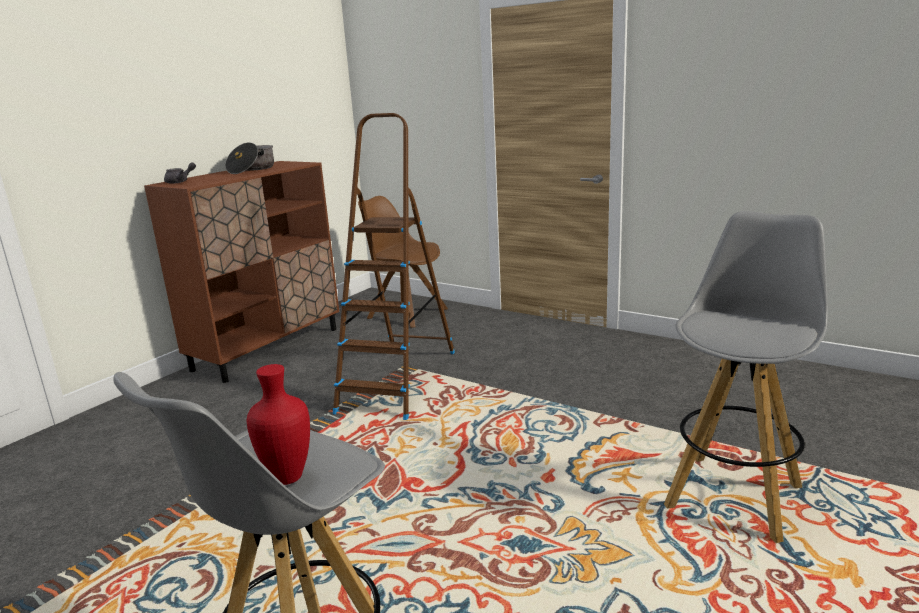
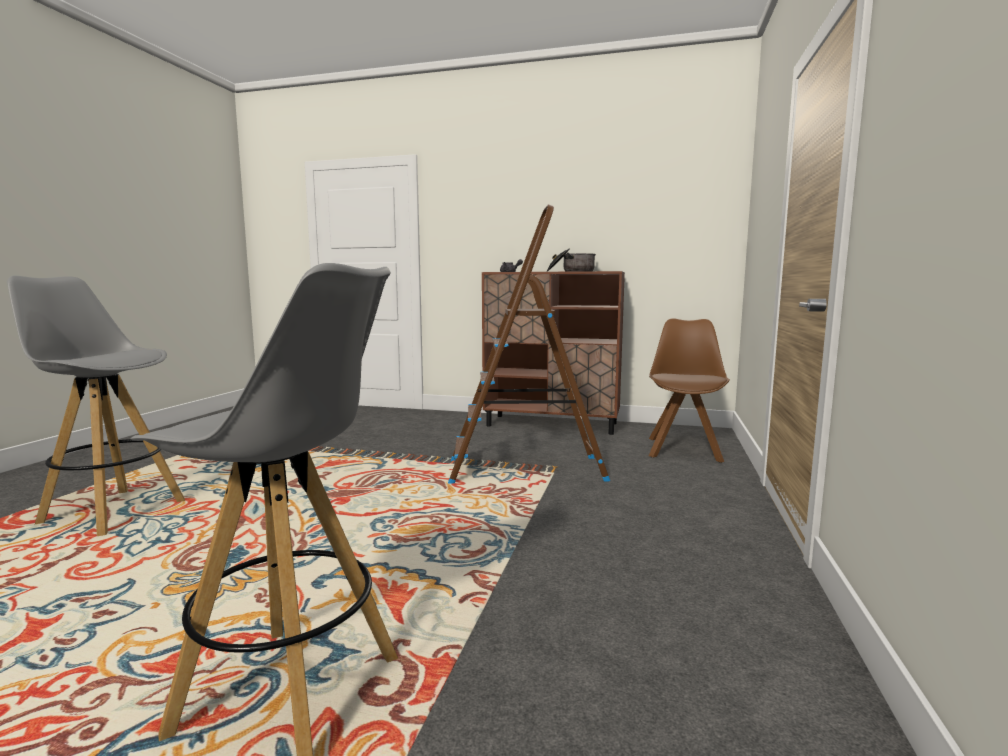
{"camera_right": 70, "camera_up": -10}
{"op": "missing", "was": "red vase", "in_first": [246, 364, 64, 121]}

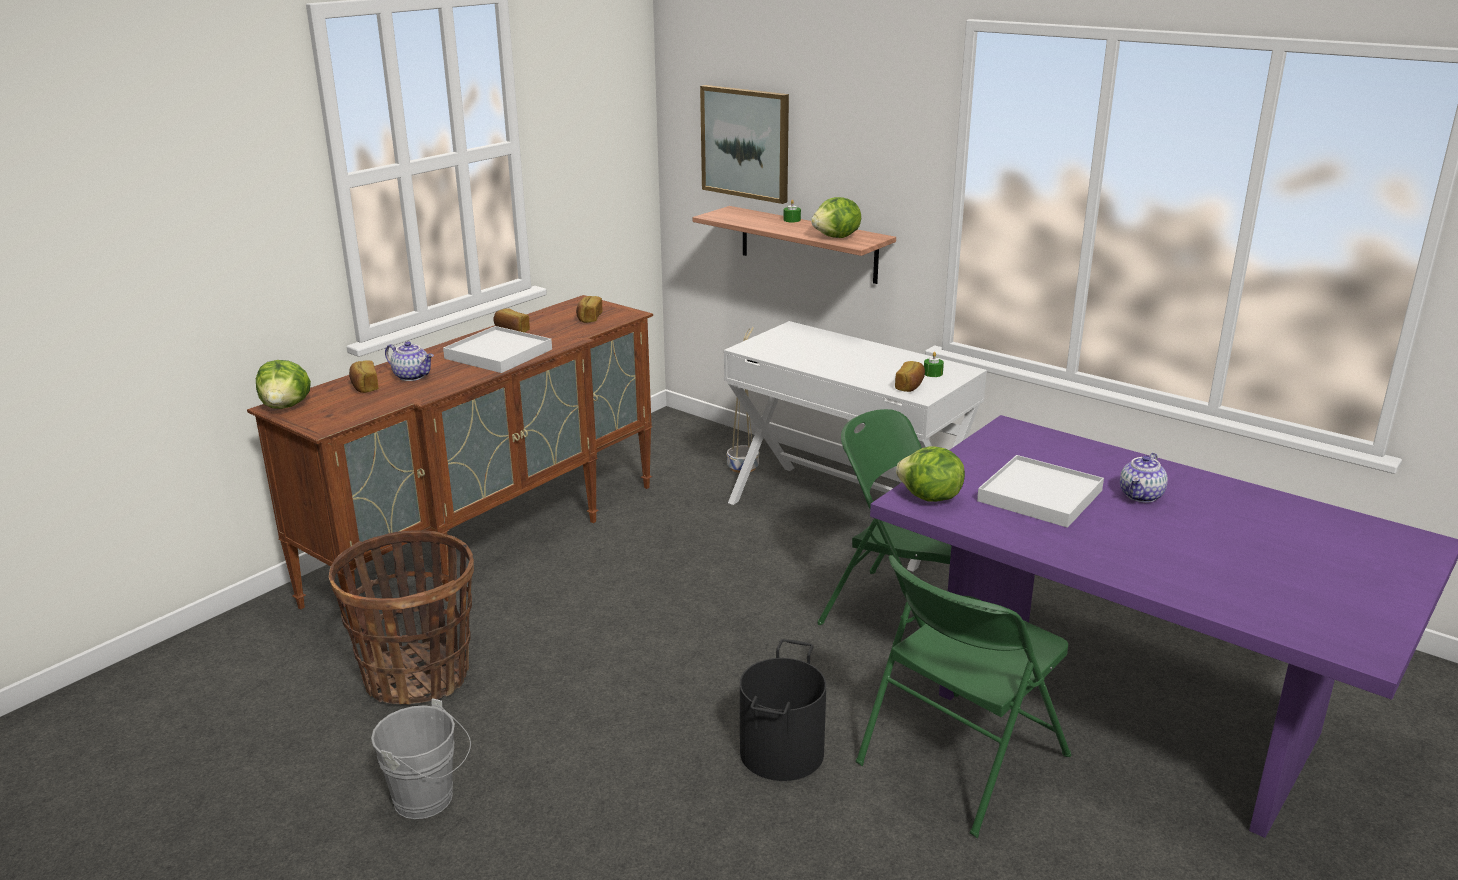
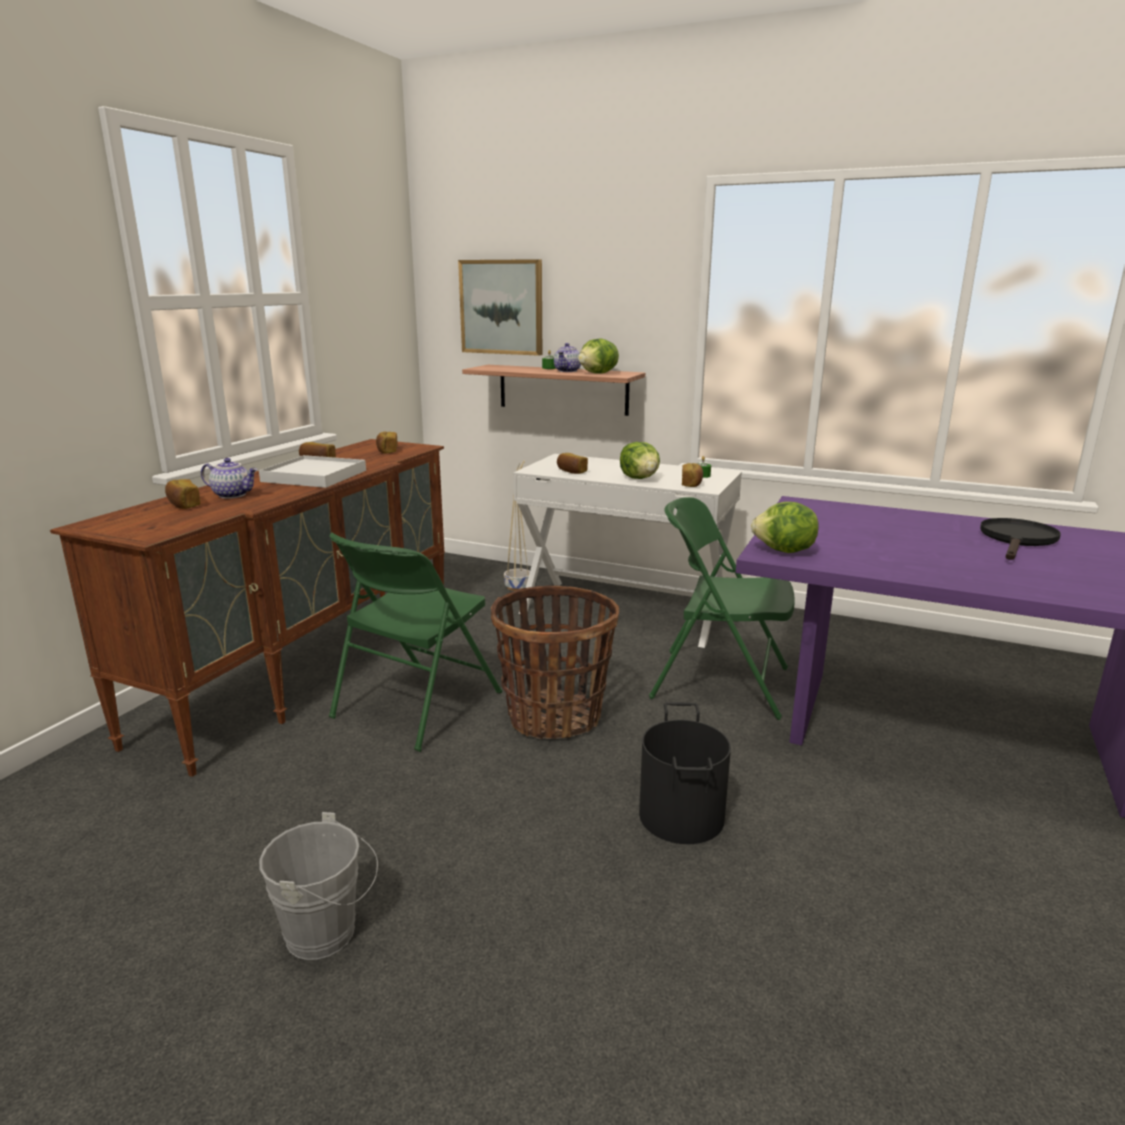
{"camera_right": -15, "camera_up": -5}
{"op": "relocated", "was": "lettuce", "in_first": [256, 360, 55, 49], "in_second": [620, 442, 40, 37]}
{"op": "relocated", "was": "teapot", "in_first": [1120, 453, 48, 50], "in_second": [554, 343, 27, 29]}
{"op": "missing", "was": "white tray", "in_first": [977, 455, 127, 73]}
{"op": "relocated", "was": "basket", "in_first": [329, 530, 145, 175], "in_second": [491, 586, 128, 153]}
{"op": "relocated", "was": "green chair", "in_first": [855, 555, 216, 283], "in_second": [329, 532, 173, 220]}
{"op": "appeared", "now": "bread", "in_second": [557, 453, 31, 21]}
{"op": "appeared", "now": "black frying pan", "in_second": [980, 518, 81, 42]}

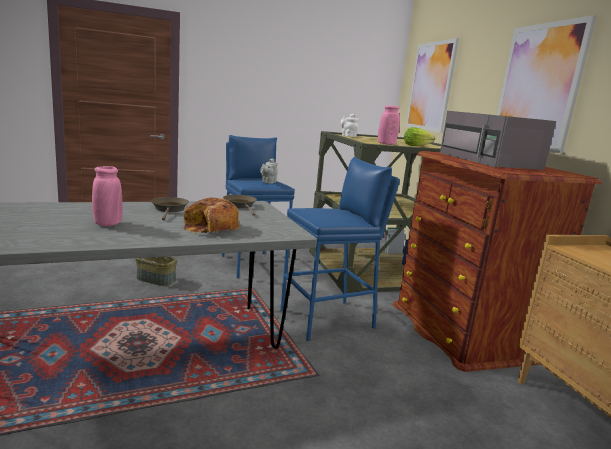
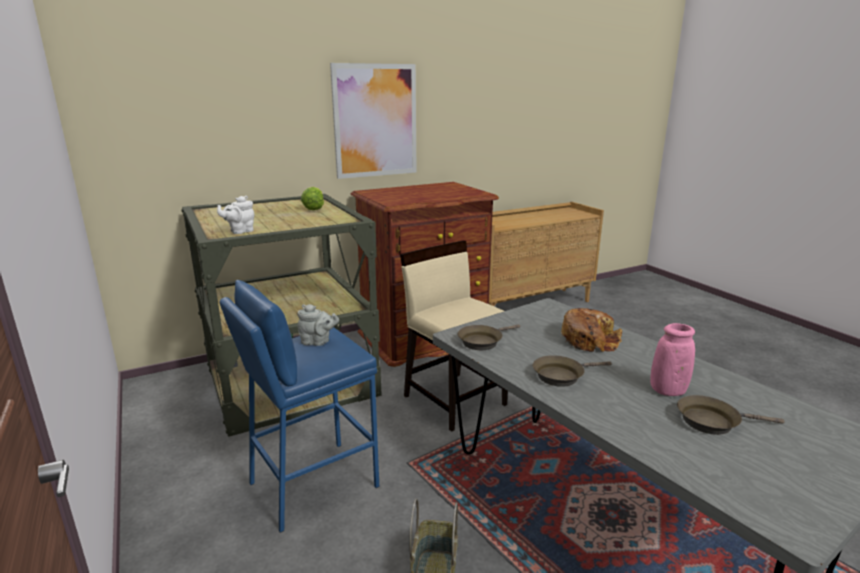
{"camera_right": -100, "camera_up": 5}
{"op": "missing", "was": "picture", "in_first": [406, 38, 53, 95]}
{"op": "missing", "was": "pink vase", "in_first": [378, 105, 22, 40]}
{"op": "missing", "was": "grey microwave", "in_first": [440, 111, 116, 59]}
{"op": "exchanged", "was": "blue stool", "now": "beige chair", "in_first": [280, 157, 120, 184], "in_second": [400, 241, 108, 191]}
{"op": "appeared", "now": "brown frying pan", "in_second": [677, 395, 108, 40]}

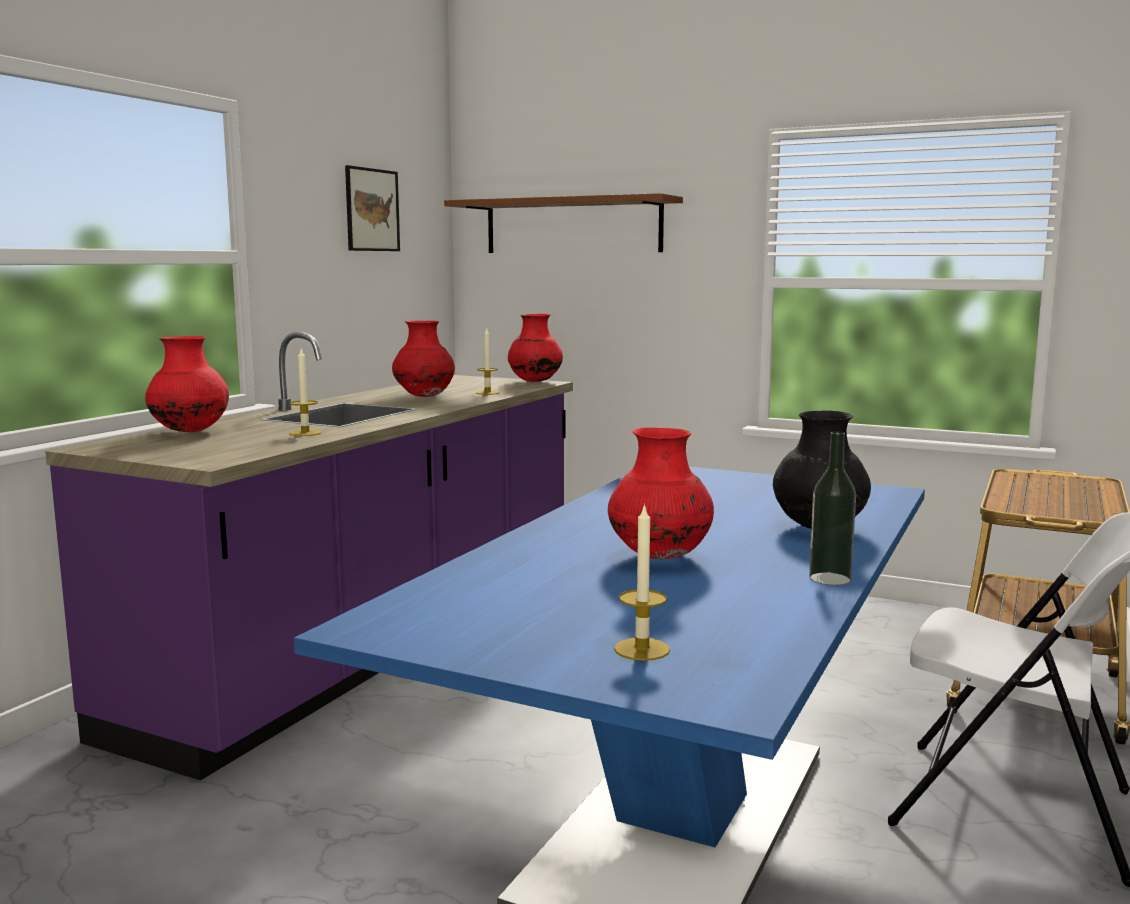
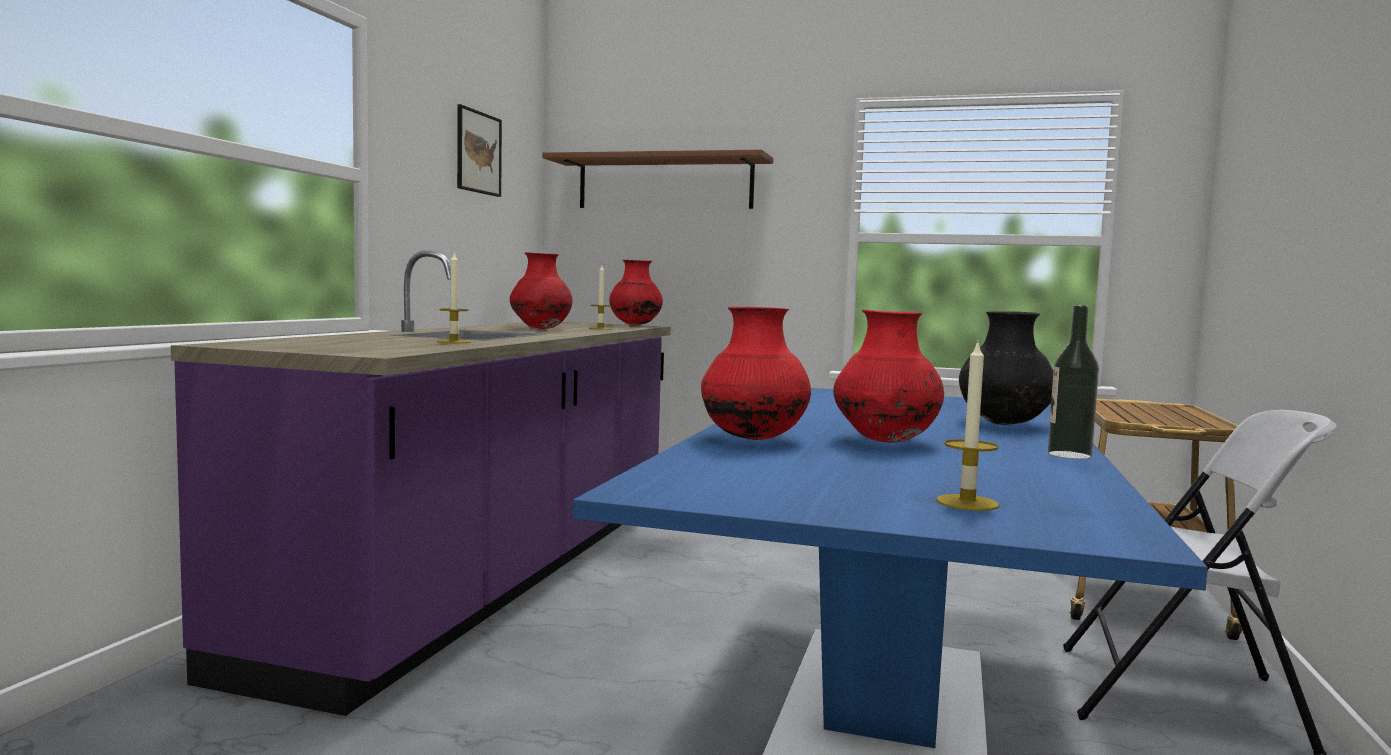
{"camera_right": -10, "camera_up": -5}
{"op": "relocated", "was": "red vase", "in_first": [145, 336, 84, 96], "in_second": [701, 307, 110, 133]}

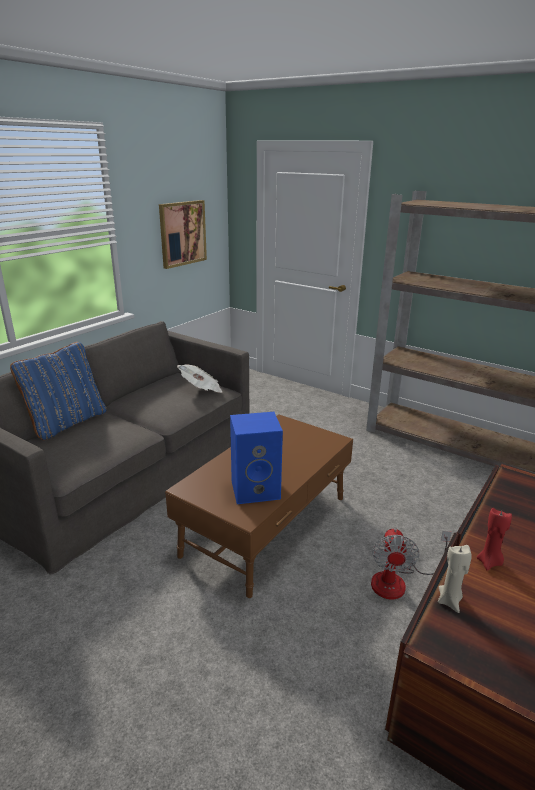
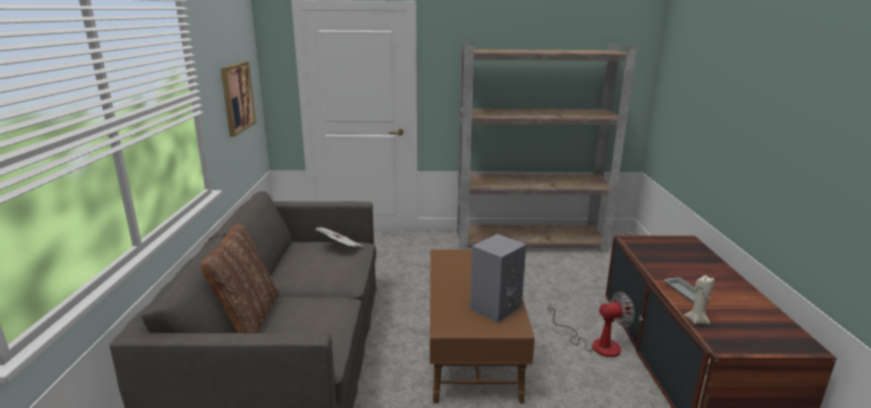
{"camera_right": -35, "camera_up": -5}
{"op": "colour", "was": "blue pillow", "now": "brown pillow", "in_first": [10, 342, 96, 98], "in_second": [201, 224, 78, 109]}
{"op": "colour", "was": "blue speaker", "now": "grey speaker", "in_first": [230, 412, 53, 92], "in_second": [470, 234, 56, 89]}
{"op": "exchanged", "was": "red candle", "now": "grey tray", "in_first": [477, 508, 35, 63], "in_second": [664, 277, 46, 26]}
{"op": "spun", "was": "fan", "in_first": [371, 528, 81, 72], "in_second": [548, 292, 87, 65], "clockwise": -75}

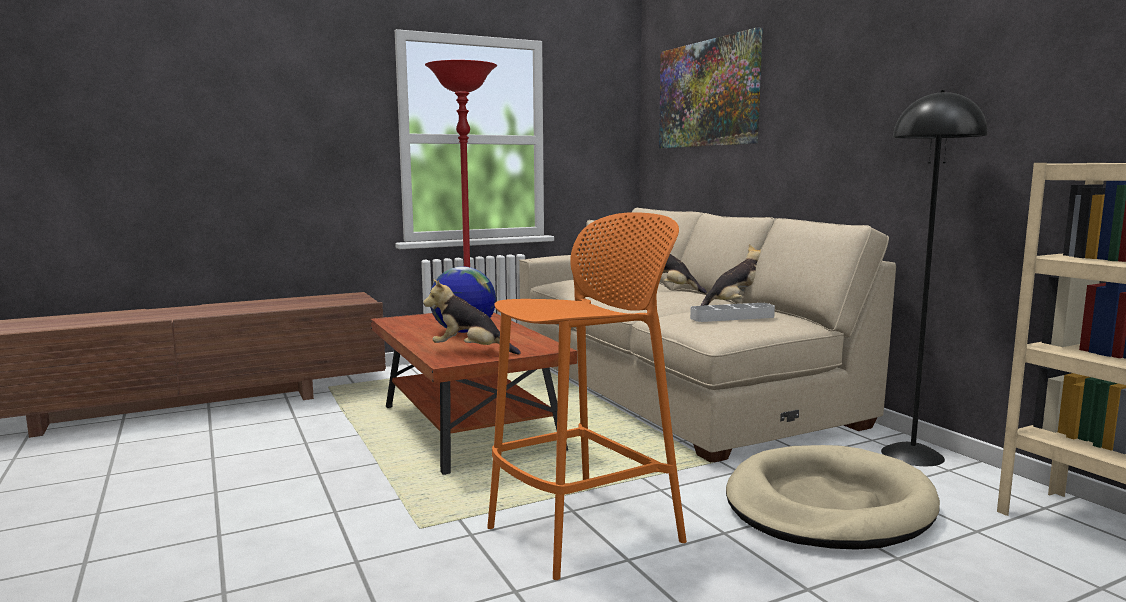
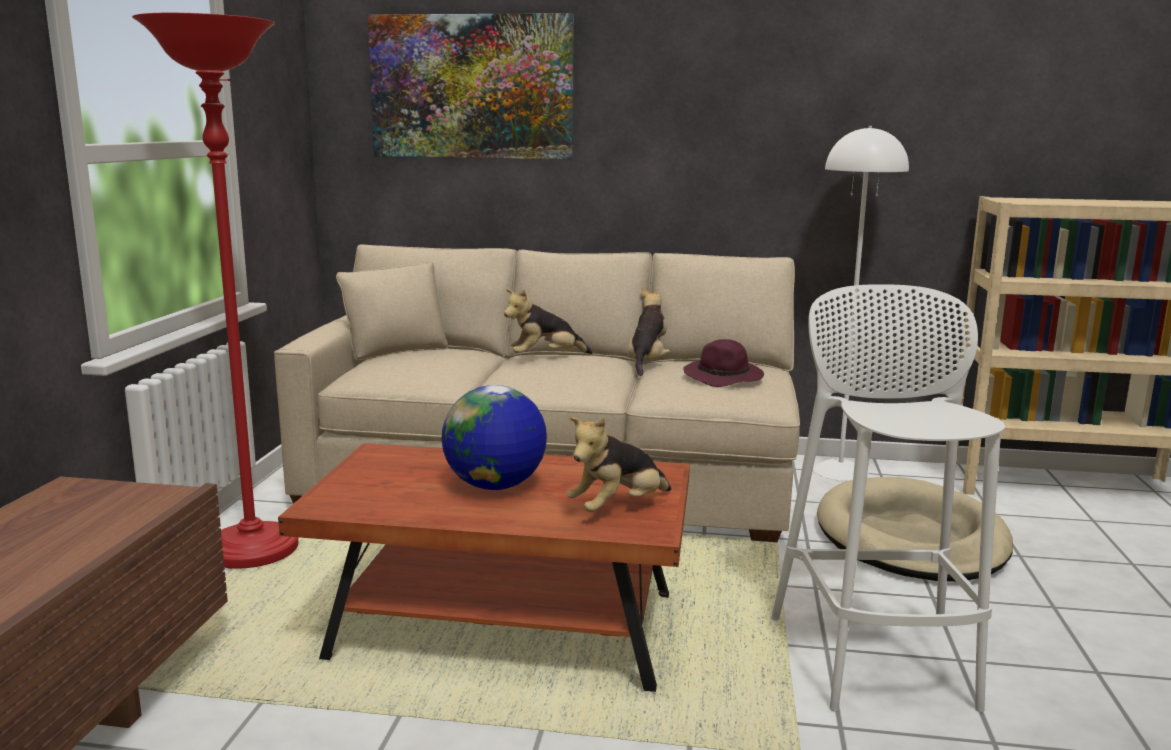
{"camera_right": -55, "camera_up": 5}
{"op": "colour", "was": "black floor lamp", "now": "white floor lamp", "in_first": [881, 90, 107, 376], "in_second": [813, 126, 96, 355]}
{"op": "colour", "was": "orange stool", "now": "white stool", "in_first": [487, 212, 200, 368], "in_second": [771, 284, 234, 428]}
{"op": "exchanged", "was": "grey tray", "now": "purple hat", "in_first": [690, 303, 85, 19], "in_second": [683, 339, 81, 48]}

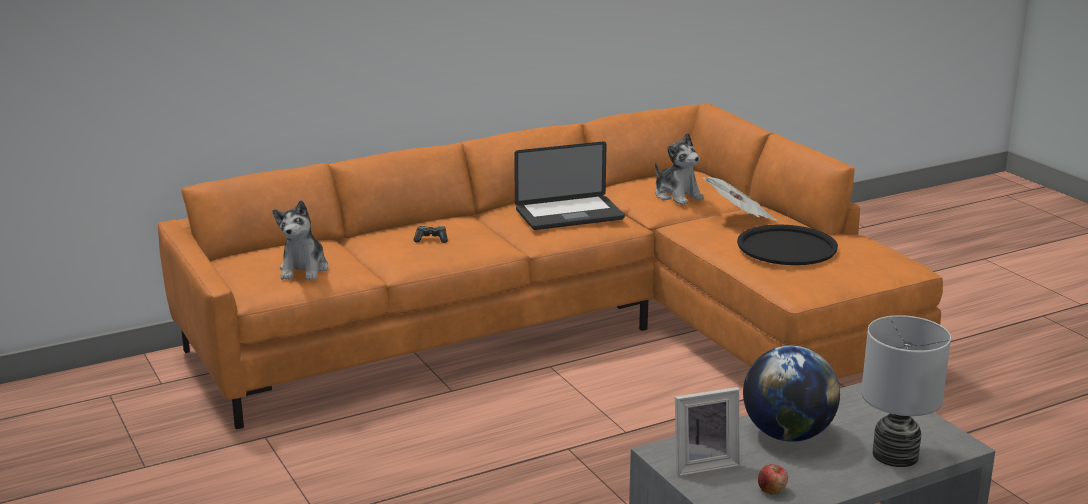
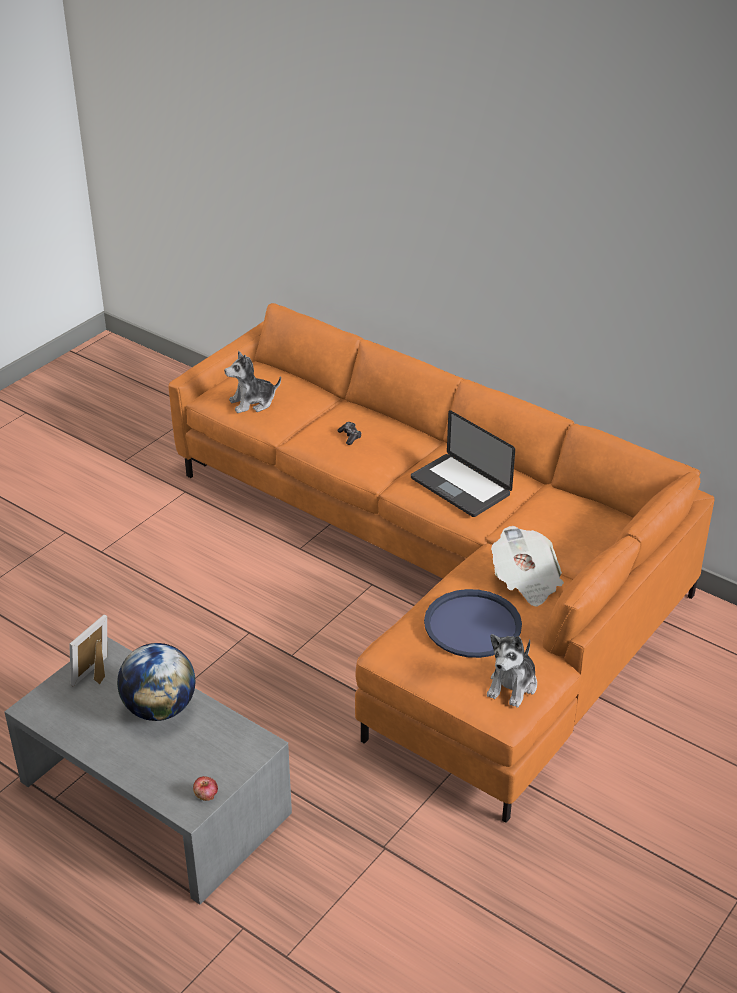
{"camera_right": 65, "camera_up": 15}
{"op": "relocated", "was": "plush toy", "in_first": [655, 133, 49, 72], "in_second": [487, 634, 50, 74]}
{"op": "colour", "was": "black tray", "now": "blue tray", "in_first": [737, 224, 101, 41], "in_second": [424, 589, 98, 69]}
{"op": "missing", "was": "grey table lamp", "in_first": [861, 315, 90, 152]}
{"op": "spun", "was": "picture frame", "in_first": [675, 387, 65, 89], "in_second": [69, 614, 38, 73], "clockwise": 75}
{"op": "relocated", "was": "apple", "in_first": [758, 464, 30, 30], "in_second": [193, 776, 25, 25]}

